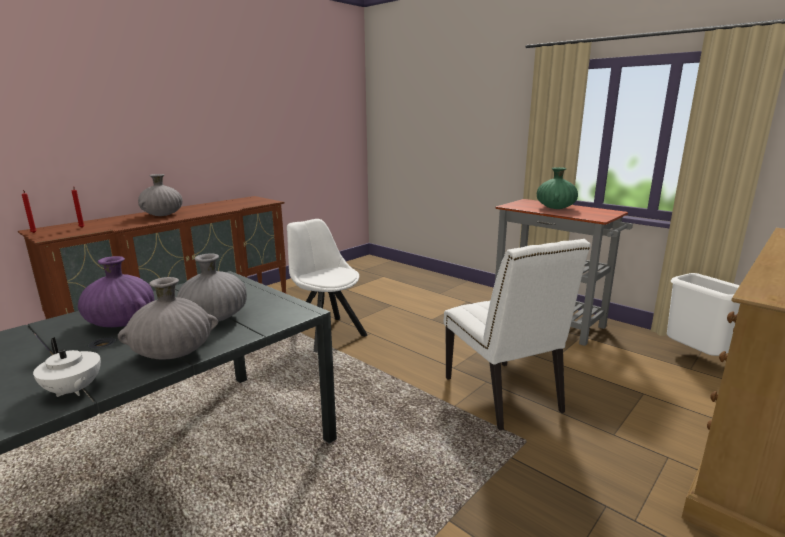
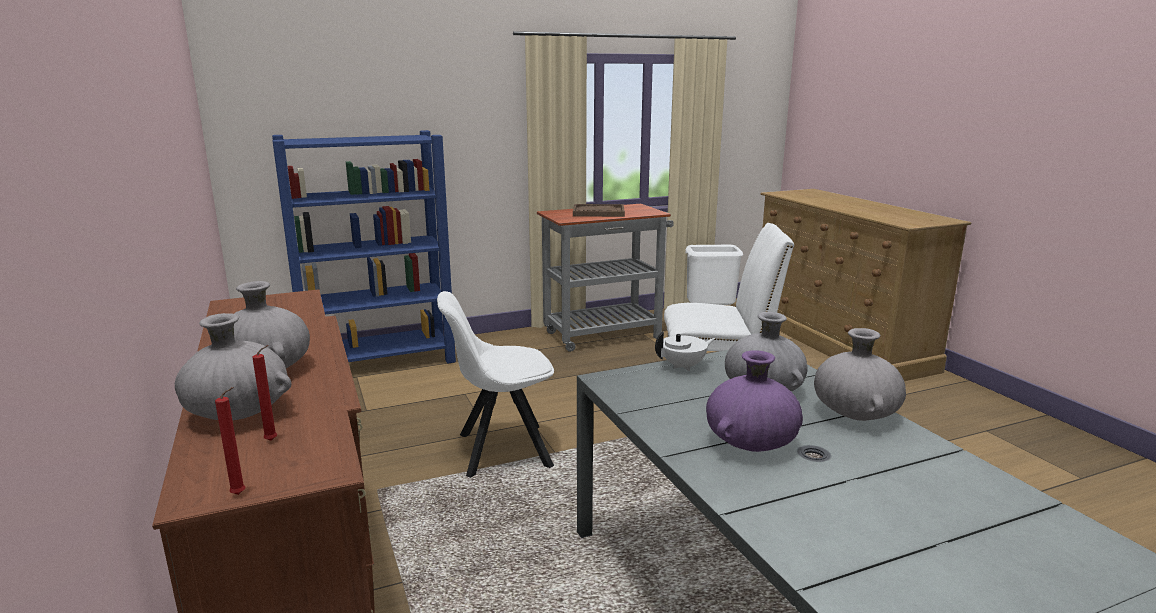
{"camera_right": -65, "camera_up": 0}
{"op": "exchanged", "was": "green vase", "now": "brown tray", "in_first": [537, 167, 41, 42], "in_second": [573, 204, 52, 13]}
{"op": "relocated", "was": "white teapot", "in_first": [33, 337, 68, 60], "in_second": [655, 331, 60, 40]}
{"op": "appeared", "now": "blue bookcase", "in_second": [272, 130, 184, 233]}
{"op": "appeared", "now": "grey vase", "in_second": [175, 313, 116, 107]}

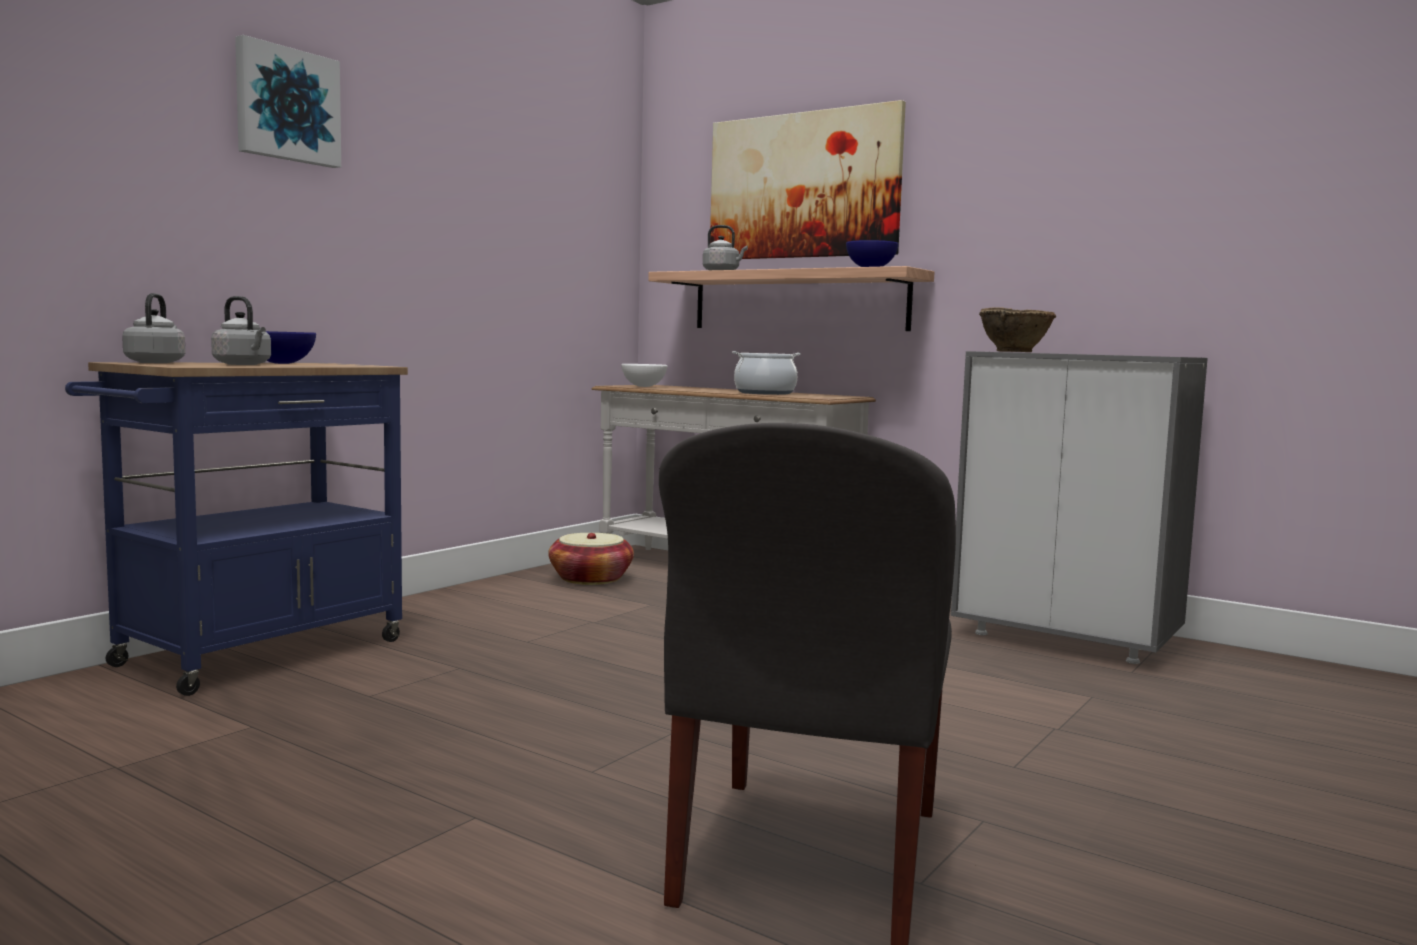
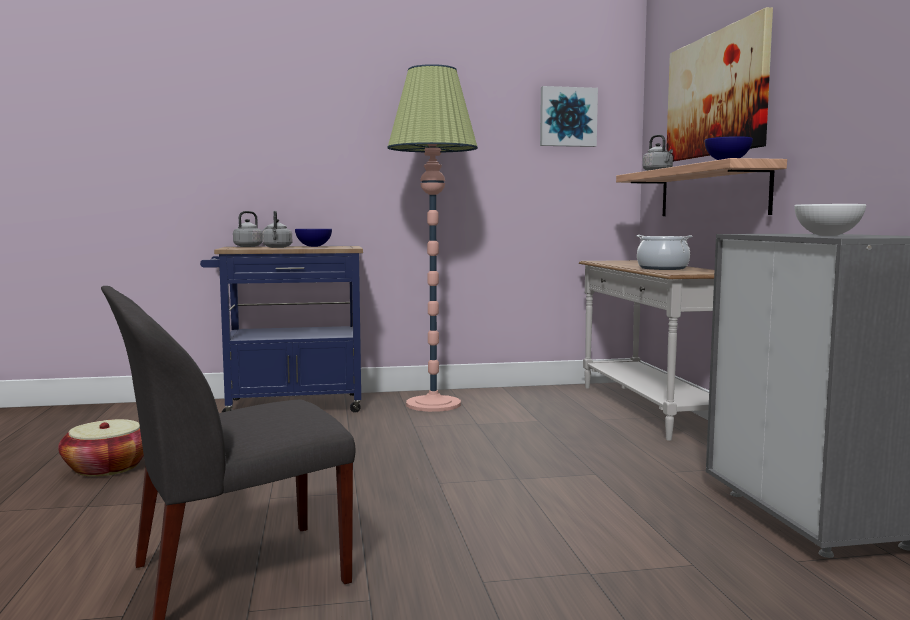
{"camera_right": 45, "camera_up": 0}
{"op": "relocated", "was": "picture", "in_first": [235, 35, 106, 133], "in_second": [540, 86, 58, 61]}
{"op": "missing", "was": "brown bowl", "in_first": [979, 307, 78, 45]}
{"op": "relocated", "was": "white bowl", "in_first": [621, 364, 46, 23], "in_second": [794, 204, 72, 32]}
{"op": "relocated", "was": "basket", "in_first": [548, 533, 86, 52], "in_second": [58, 419, 86, 58]}
{"op": "appeared", "now": "floor lamp", "in_second": [387, 64, 91, 348]}

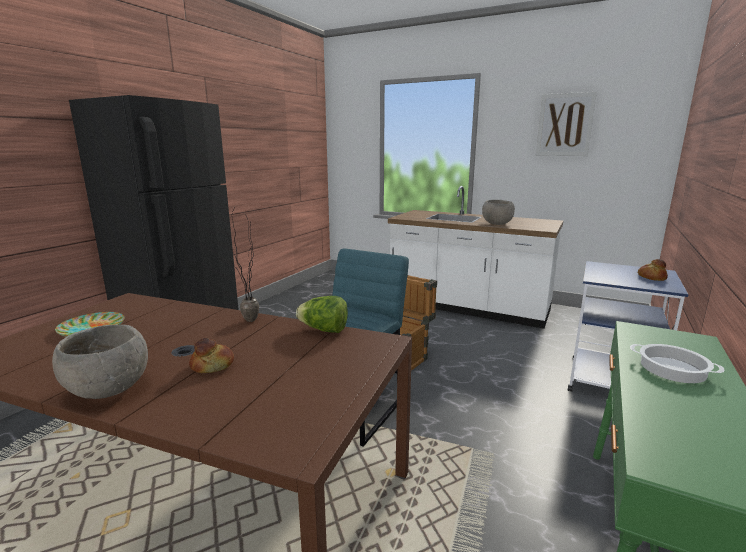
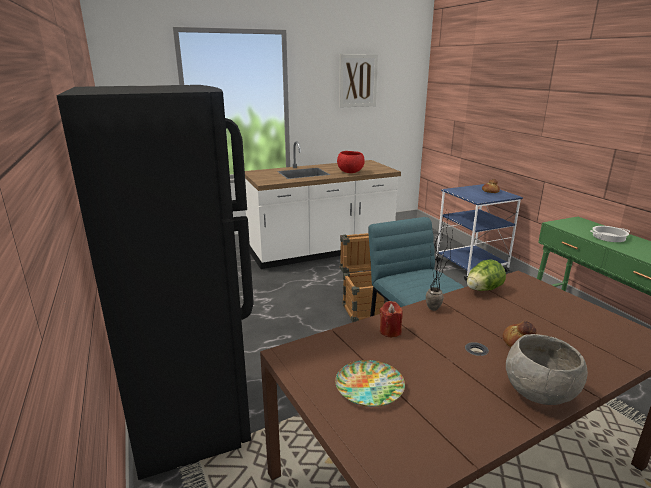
{"camera_right": -50, "camera_up": 5}
{"op": "colour", "was": "grey bowl", "now": "red bowl", "in_first": [482, 200, 33, 25], "in_second": [337, 151, 28, 22]}
{"op": "appeared", "now": "red candle", "in_second": [380, 301, 23, 36]}

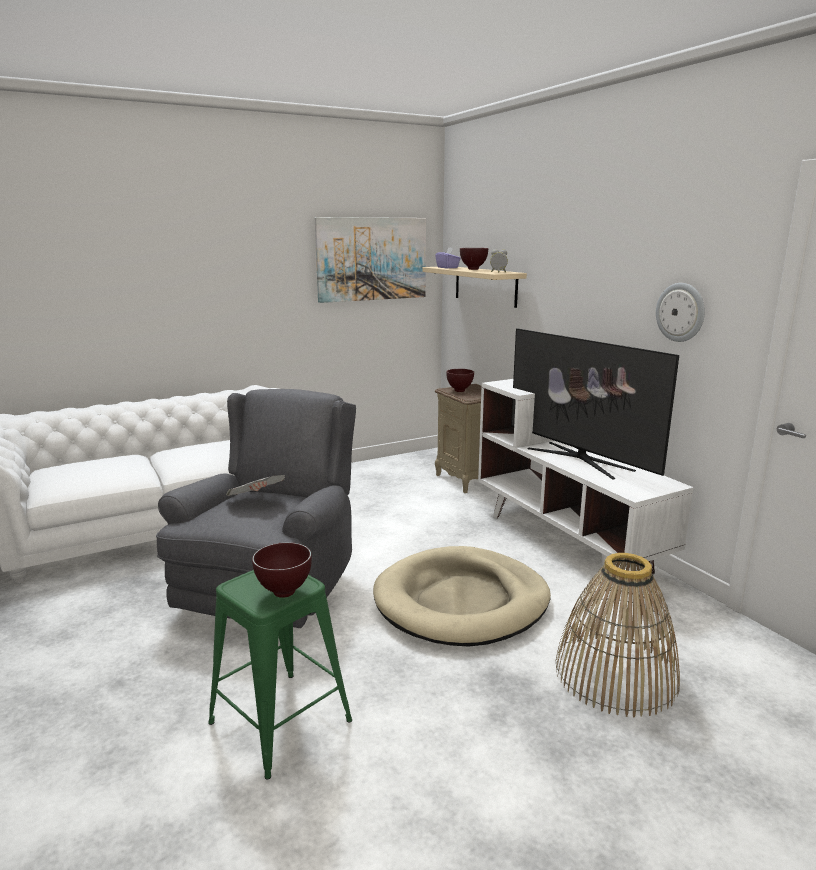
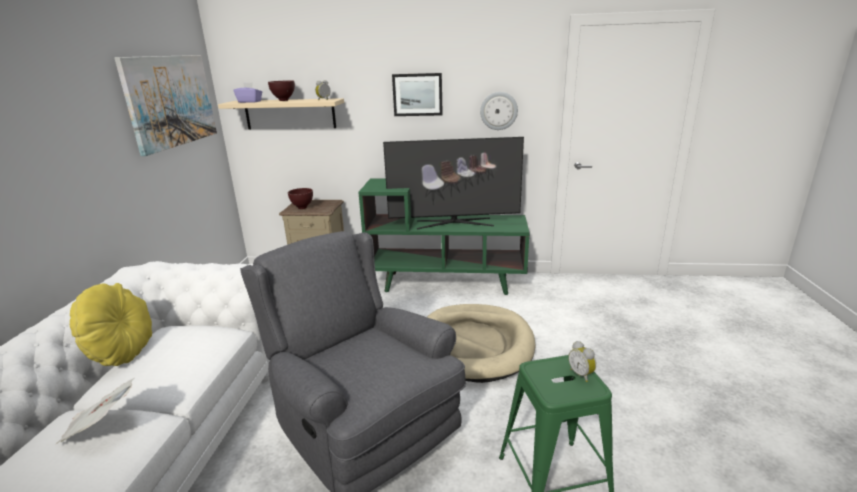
{"camera_right": -55, "camera_up": 5}
{"op": "colour", "was": "white tv stand", "now": "green tv stand", "in_first": [478, 379, 216, 211], "in_second": [358, 178, 172, 117]}
{"op": "relocated", "was": "newspaper", "in_first": [226, 475, 59, 21], "in_second": [55, 378, 79, 67]}
{"op": "exchanged", "was": "brown bowl", "now": "alarm clock", "in_first": [252, 542, 60, 56], "in_second": [568, 341, 28, 41]}
{"op": "missing", "was": "basket", "in_first": [555, 553, 125, 165]}
{"op": "appeared", "now": "picture", "in_second": [392, 73, 51, 43]}
{"op": "appeared", "now": "yellow pillow", "in_second": [70, 283, 82, 83]}

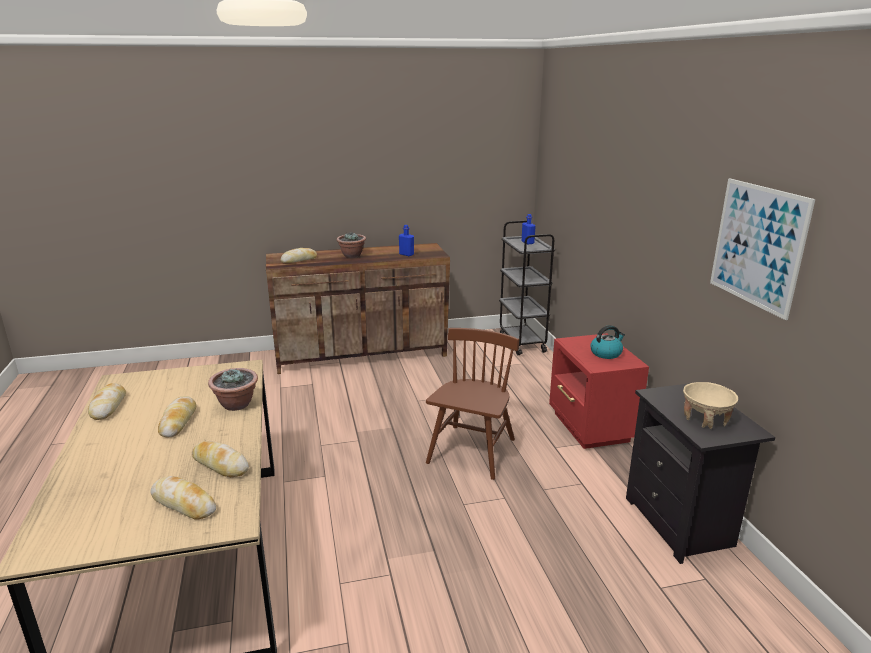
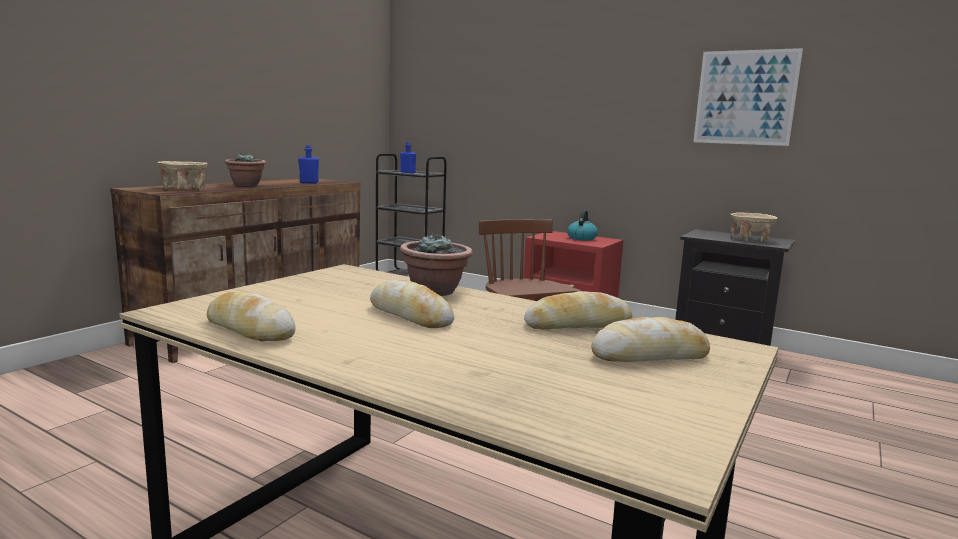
{"camera_right": -45, "camera_up": -10}
{"op": "exchanged", "was": "bread", "now": "beige bowl", "in_first": [281, 248, 36, 15], "in_second": [158, 161, 50, 29]}

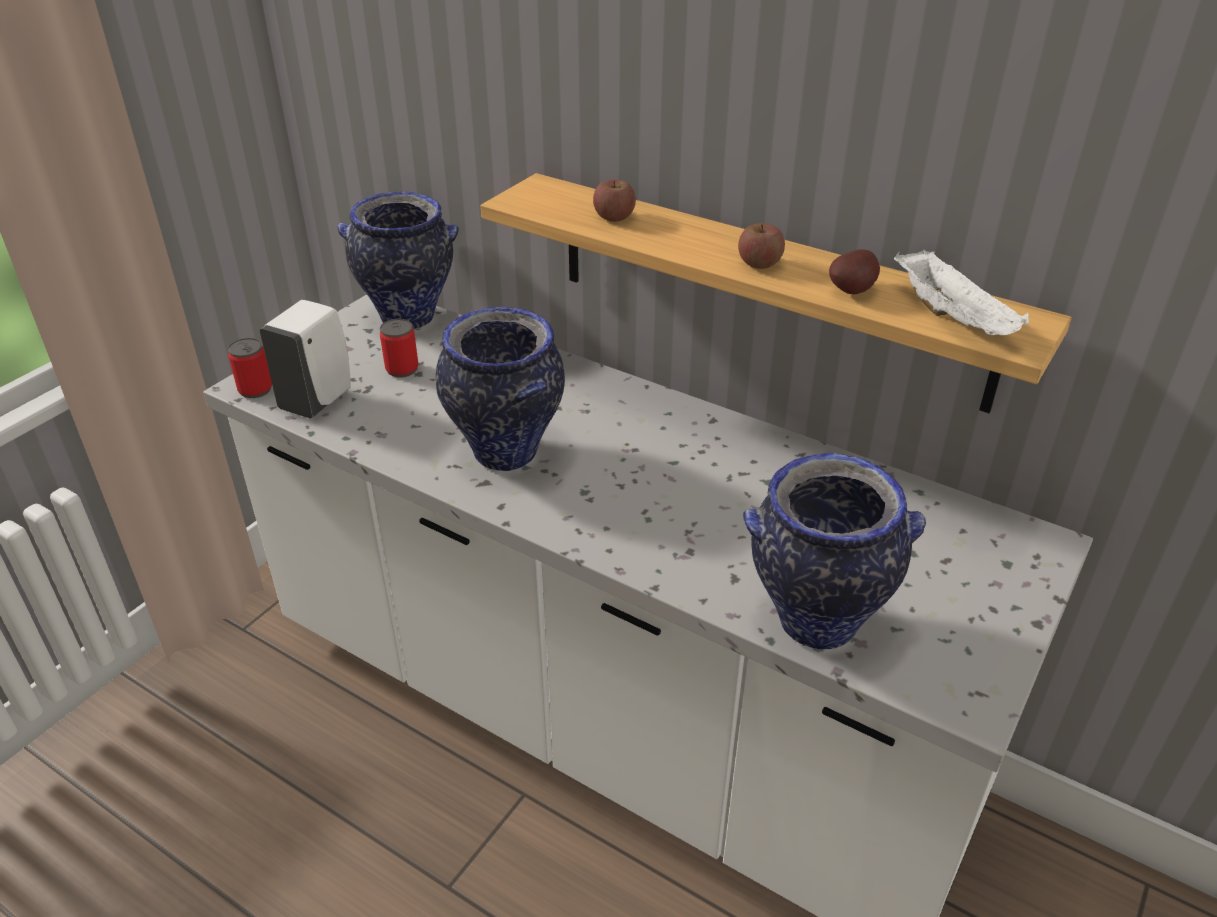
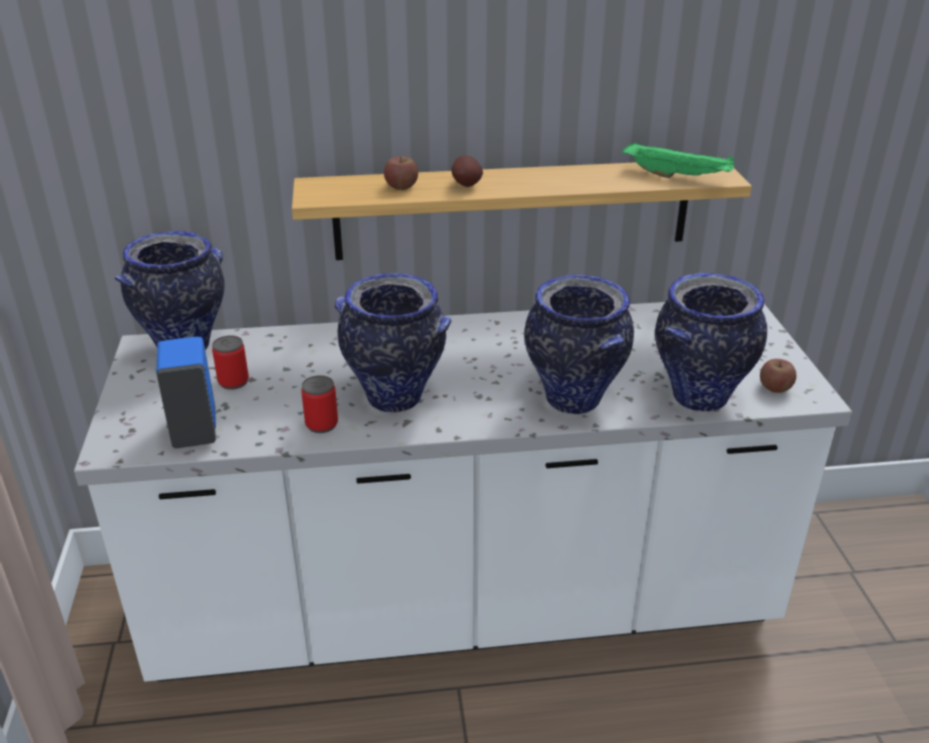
{"camera_right": -40, "camera_up": -5}
{"op": "relocated", "was": "apple", "in_first": [738, 223, 47, 46], "in_second": [760, 359, 36, 34]}
{"op": "relocated", "was": "potato", "in_first": [829, 249, 51, 45], "in_second": [451, 155, 32, 32]}
{"op": "colour", "was": "white tray", "now": "green tray", "in_first": [894, 250, 135, 85], "in_second": [622, 142, 112, 36]}
{"op": "colour", "was": "white soap dispenser", "now": "blue soap dispenser", "in_first": [260, 300, 91, 118], "in_second": [156, 337, 60, 111]}
{"op": "relocated", "was": "can", "in_first": [228, 338, 44, 60], "in_second": [301, 375, 37, 58]}
{"op": "appeared", "now": "vase", "in_second": [524, 275, 110, 139]}

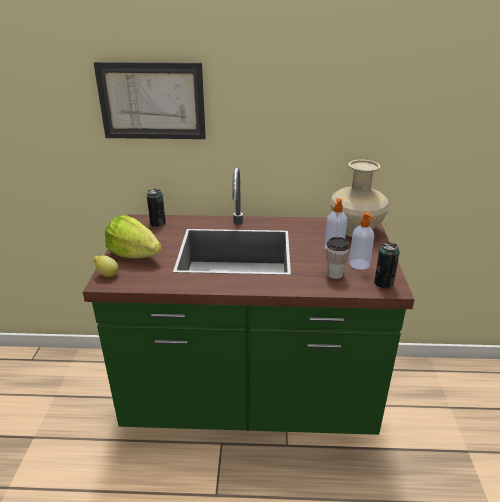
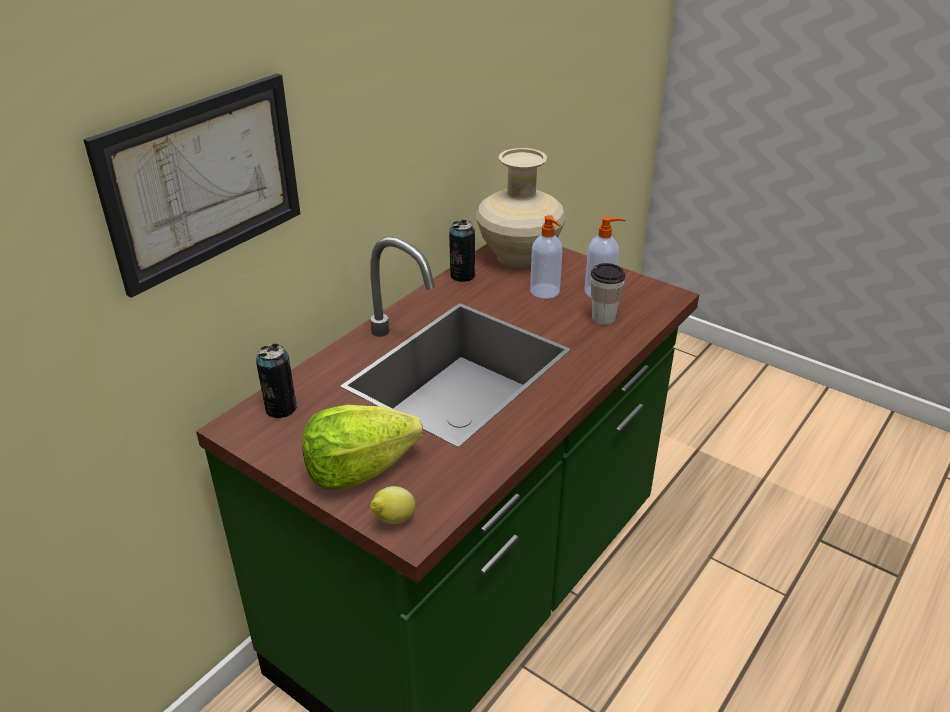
{"camera_right": -55, "camera_up": 5}
{"op": "relocated", "was": "can", "in_first": [374, 242, 26, 46], "in_second": [449, 220, 27, 62]}

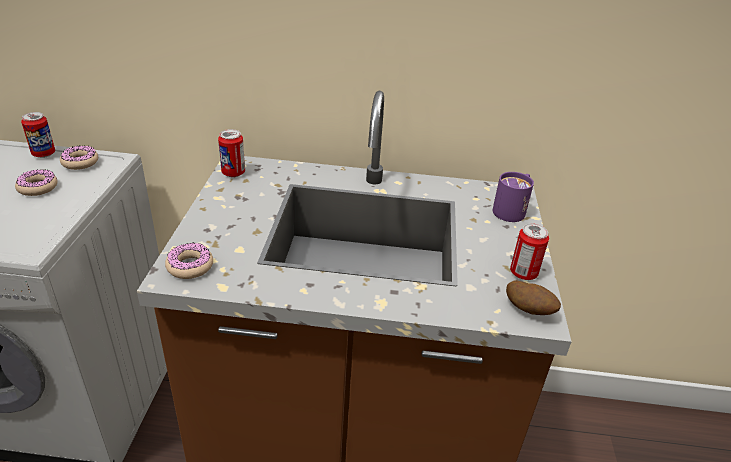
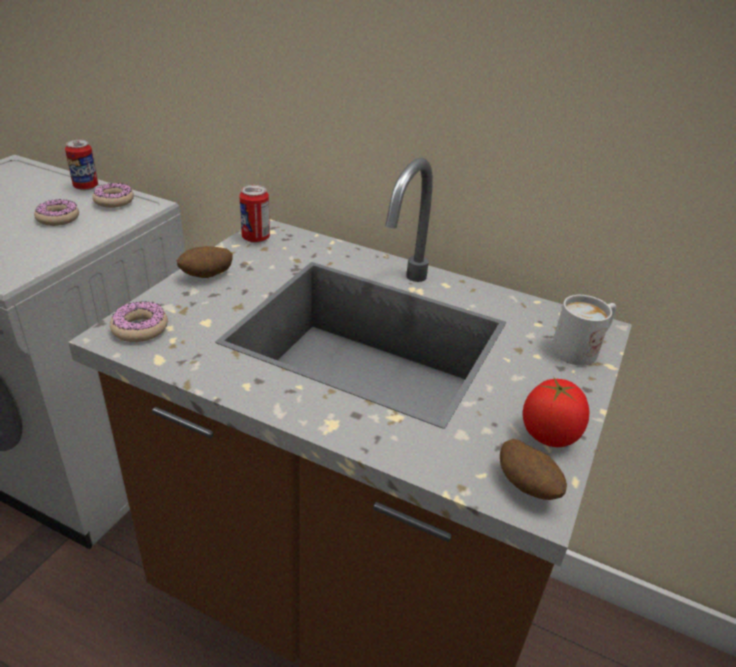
{"camera_right": 20, "camera_up": 0}
{"op": "colour", "was": "purple mug", "now": "white mug", "in_first": [493, 172, 41, 50], "in_second": [551, 295, 65, 71]}
{"op": "exchanged", "was": "can", "now": "tomato", "in_first": [510, 223, 39, 57], "in_second": [523, 376, 66, 71]}
{"op": "appeared", "now": "potato", "in_second": [176, 246, 57, 32]}

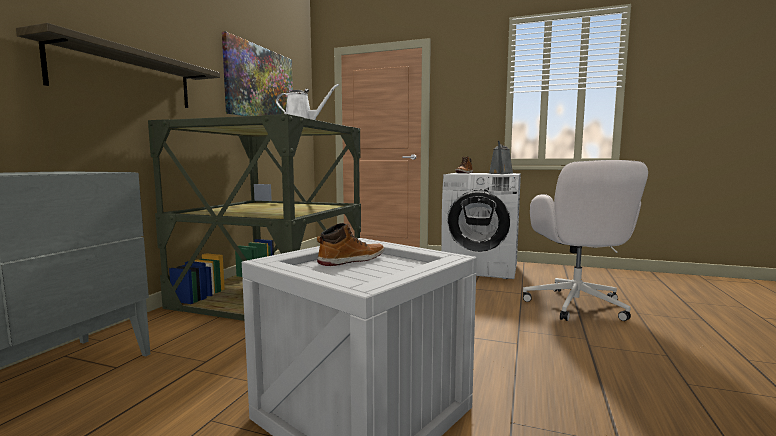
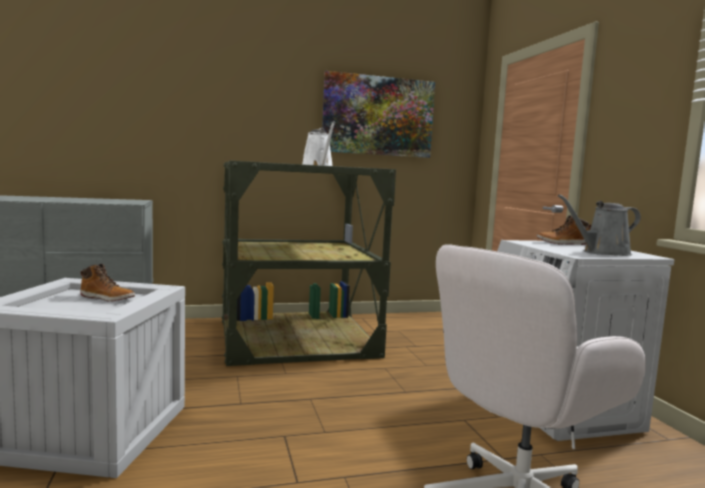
{"camera_right": 55, "camera_up": 0}
{"op": "missing", "was": "shelf", "in_first": [16, 23, 204, 85]}

